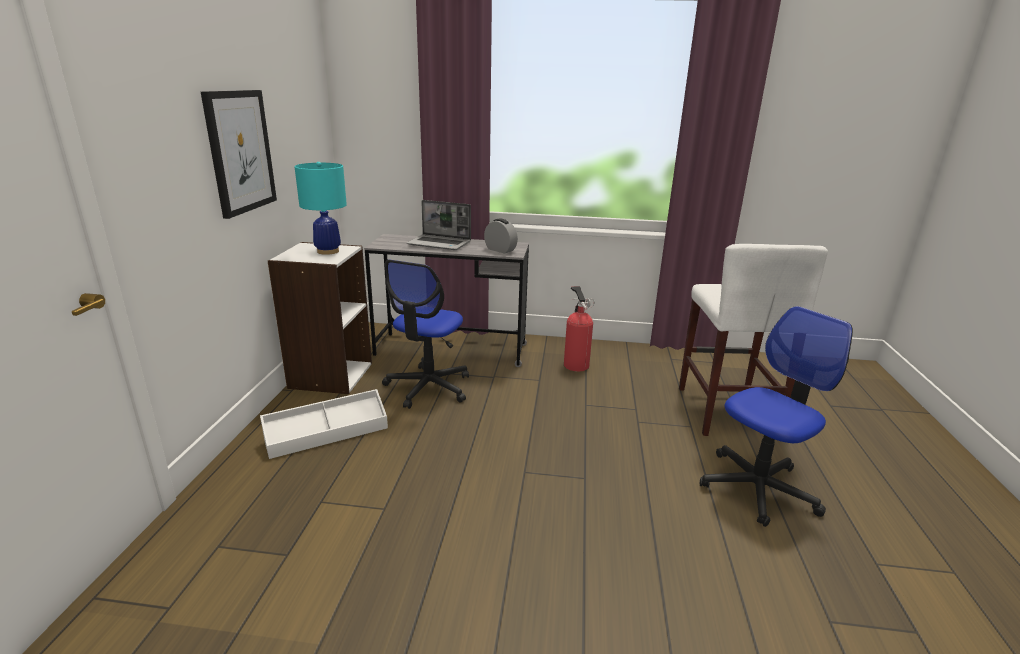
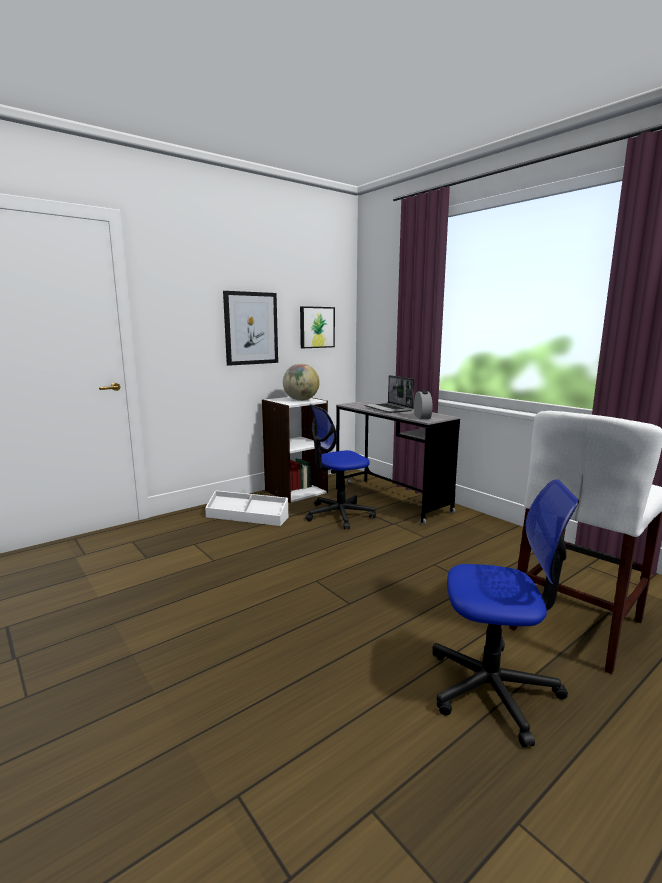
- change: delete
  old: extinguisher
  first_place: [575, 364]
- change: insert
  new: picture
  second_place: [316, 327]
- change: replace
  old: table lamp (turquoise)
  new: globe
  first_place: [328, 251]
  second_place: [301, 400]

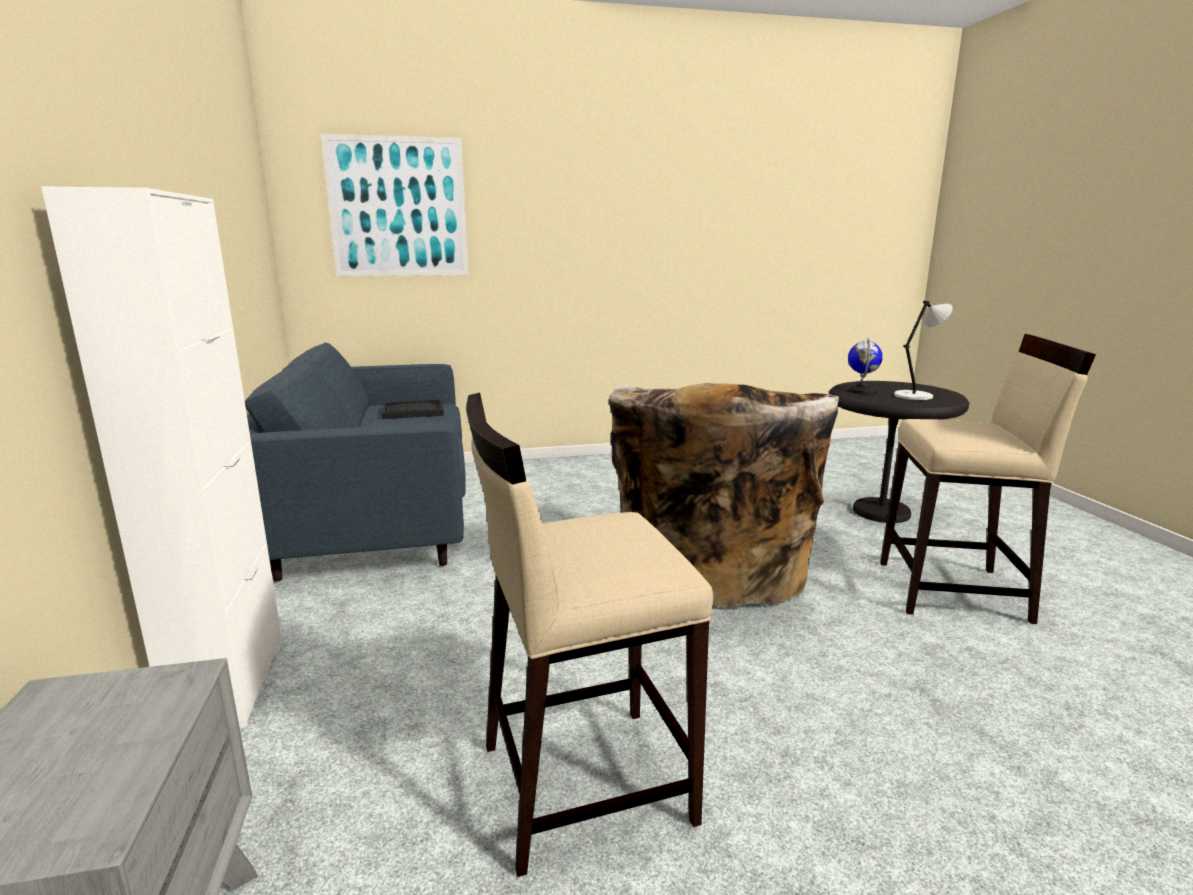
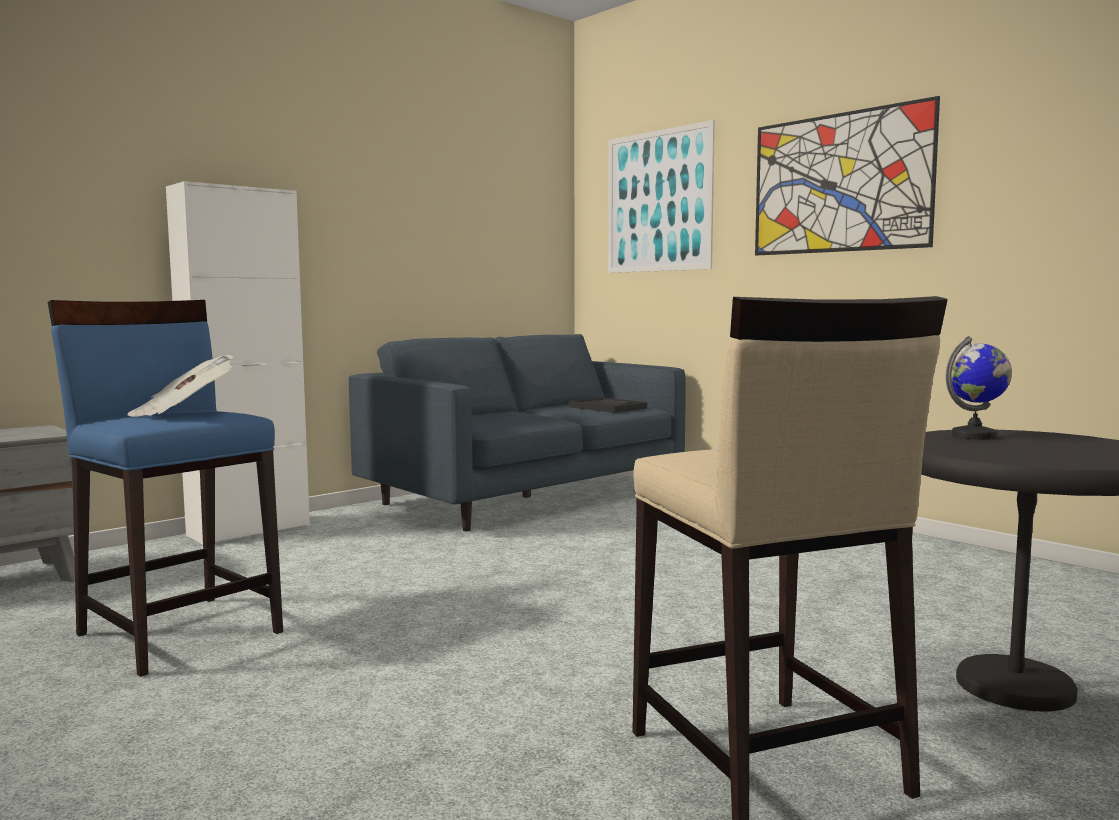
- change: delete
  old: easy chair (beige)
  first_place: [709, 577]
- change: delete
  old: table lamp (greyish)
  first_place: [915, 396]
- change: insert
  new: newspaper
  second_place: [183, 413]
- change: insert
  new: picture
  second_place: [839, 183]
- change: recolor
  old: sitting stool (beige)
  new: sitting stool (bluish)
  first_place: [582, 782]
  second_place: [180, 632]

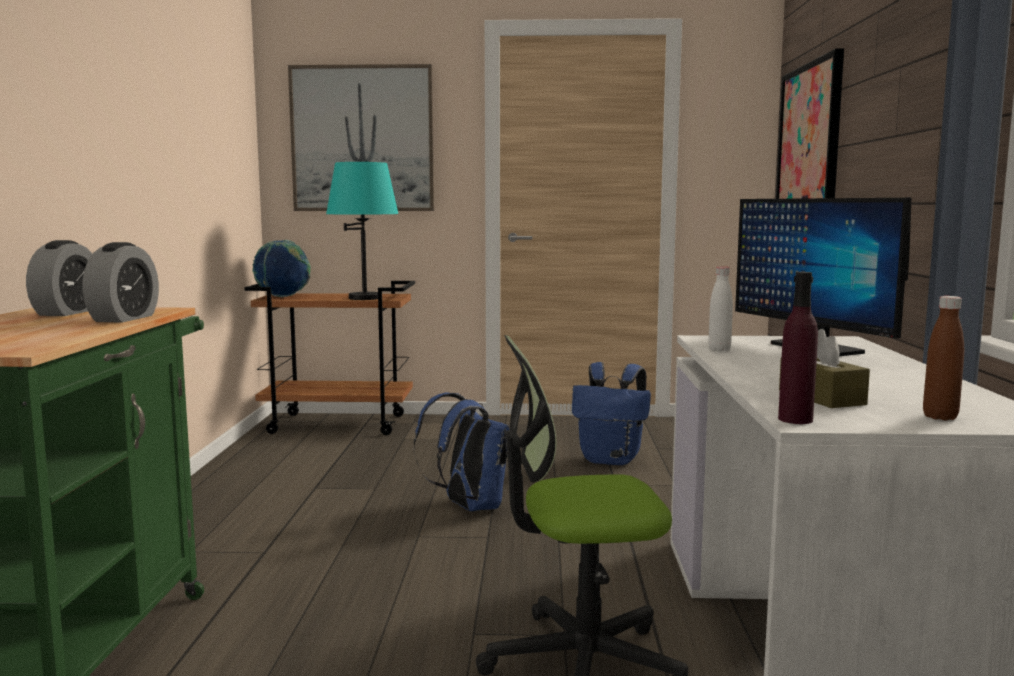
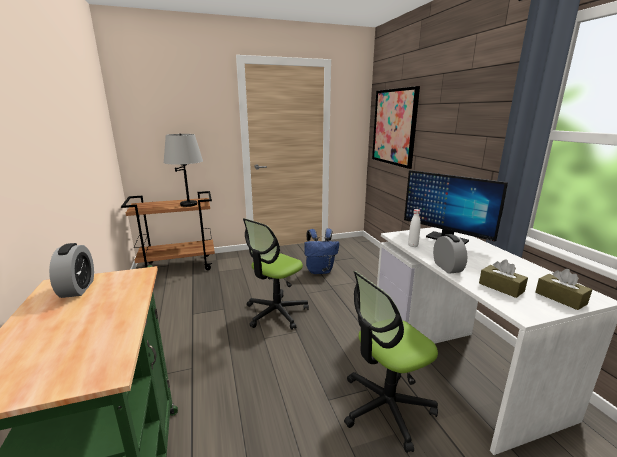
- change: delete
  old: globe
  first_place: [283, 297]
- change: delete
  old: picture
  first_place: [362, 139]
- change: delete
  old: drink bottle (purple-coloured)
  first_place: [795, 419]
- change: move
  old: alarm clock
  first_place: [124, 318]
  second_place: [447, 267]
- change: replace
  old: knapsack (bluish)
  new: desk chair
  first_place: [468, 506]
  second_place: [276, 312]
- change: replace
  old: drink bottle (brownish)
  new: tissue box (brownish)
  first_place: [940, 417]
  second_place: [560, 298]
- change: recolor
  old: table lamp (turquoise)
  new: table lamp (greyish)
  first_place: [365, 298]
  second_place: [188, 204]

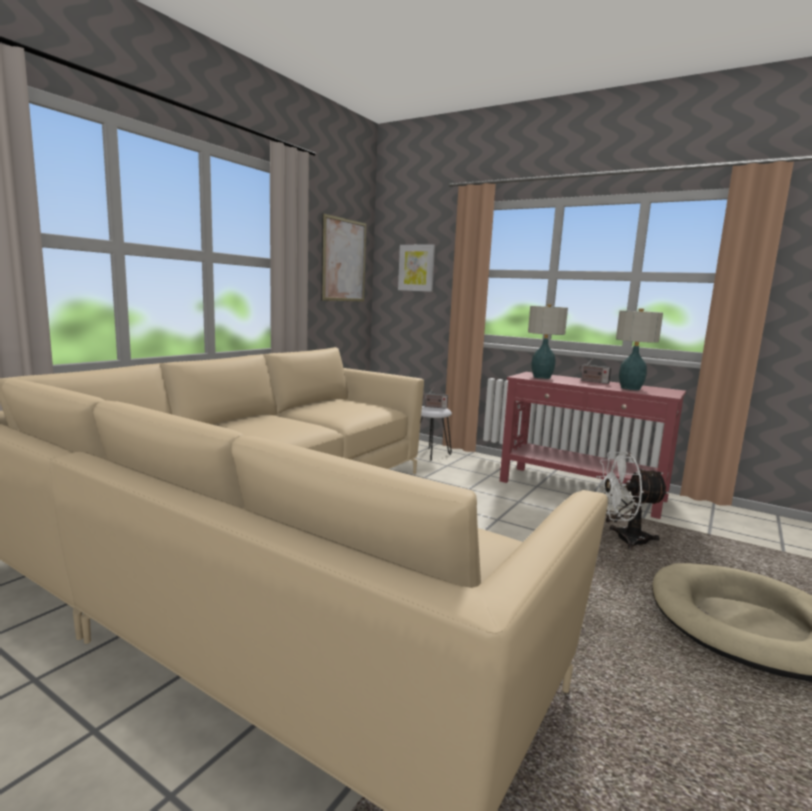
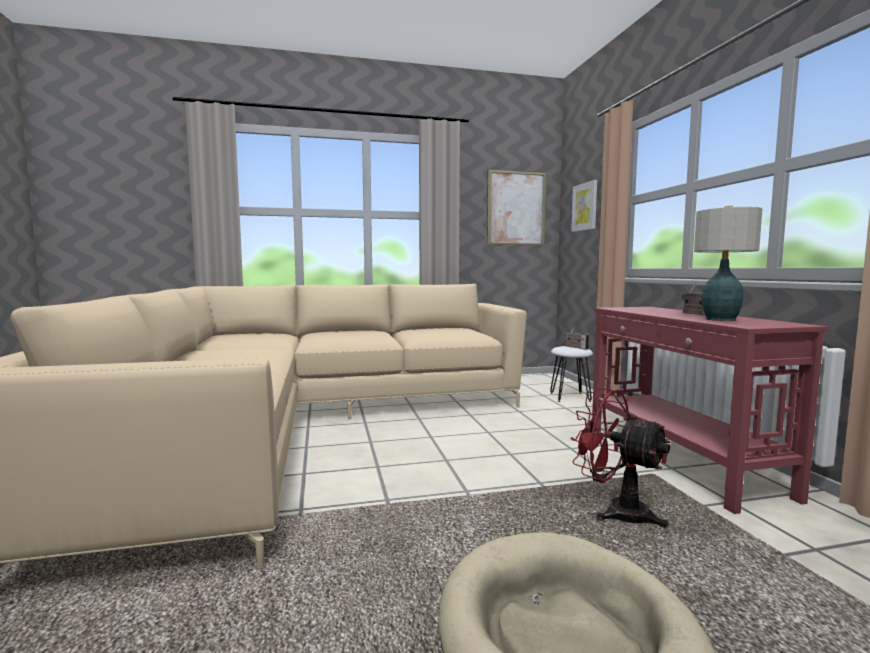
- change: delete
  old: table lamp
  first_place: [542, 377]
- change: recolor
  old: fan (whitish)
  new: fan (red)
  first_place: [623, 539]
  second_place: [616, 511]

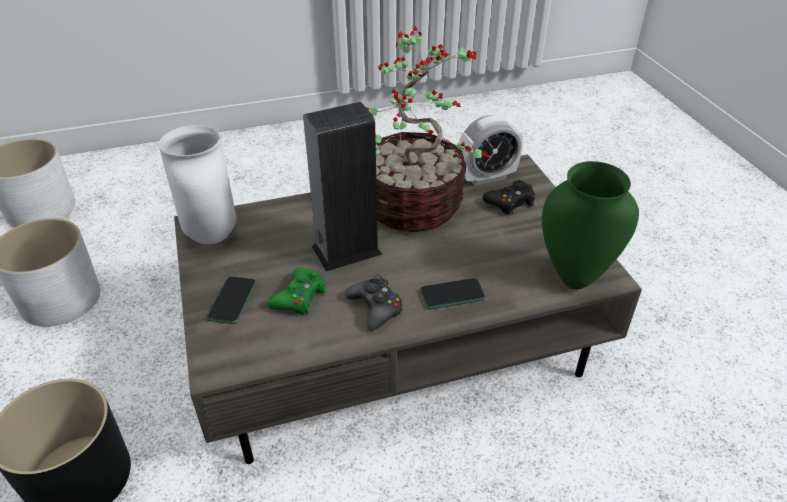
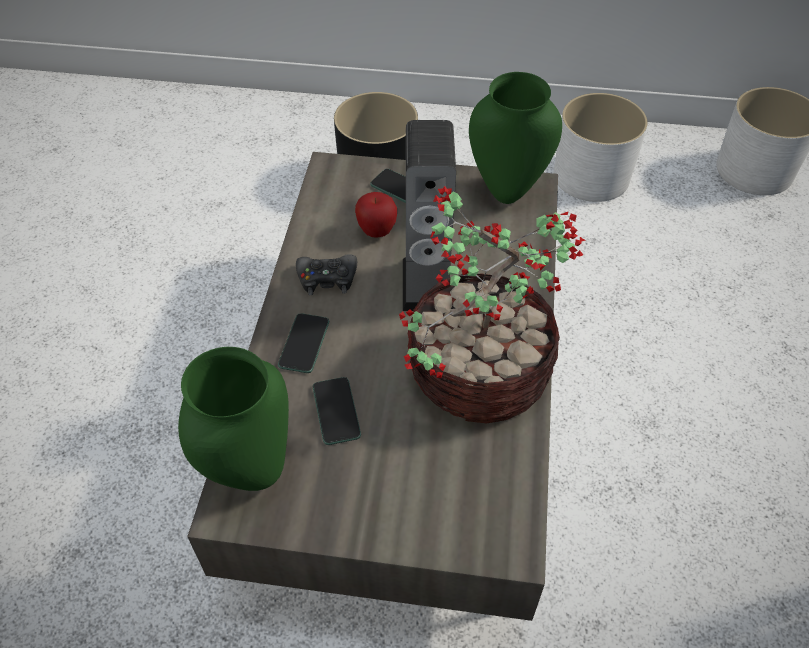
- change: delete
  old: alarm clock
  first_place: [486, 177]
- change: delete
  old: gamepad (black)
  first_place: [510, 202]
- change: insert
  new: phone
  second_place: [336, 411]
- change: replace
  old: gamepad (greenish)
  new: whole apple
  first_place: [299, 297]
  second_place: [376, 231]
- change: recolor
  old: flower vase (whitish)
  new: flower vase (greenish)
  first_place: [213, 236]
  second_place: [506, 193]

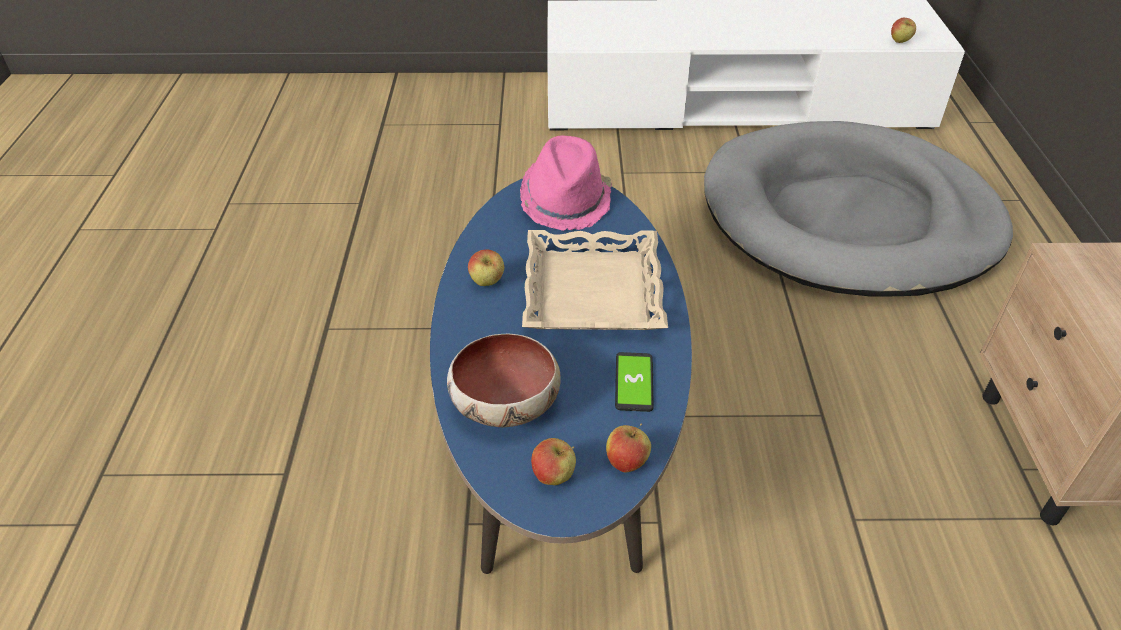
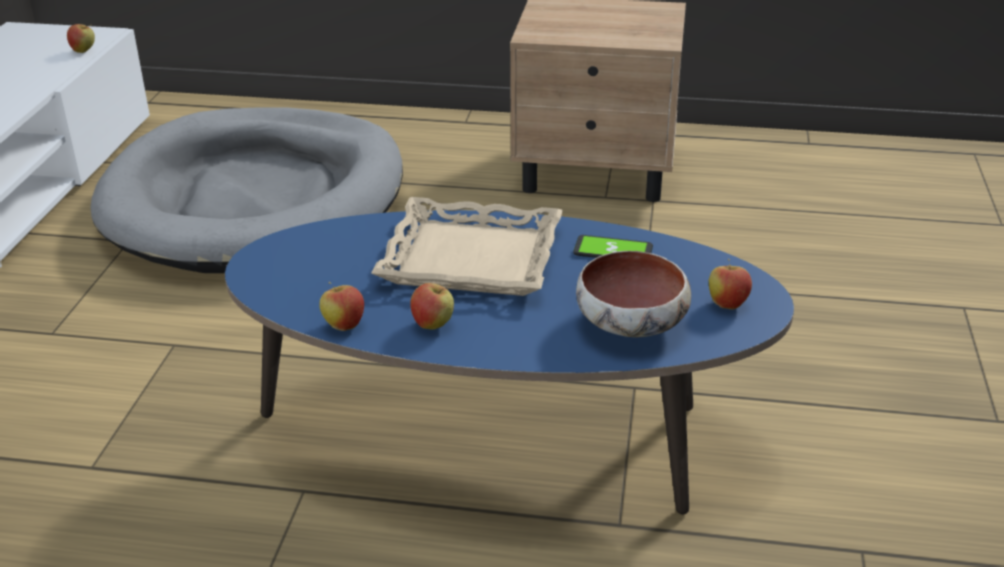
- change: delete
  old: wearable hat (pinkish)
  first_place: [566, 201]
- change: move
  old: whole apple
  first_place: [627, 463]
  second_place: [343, 325]

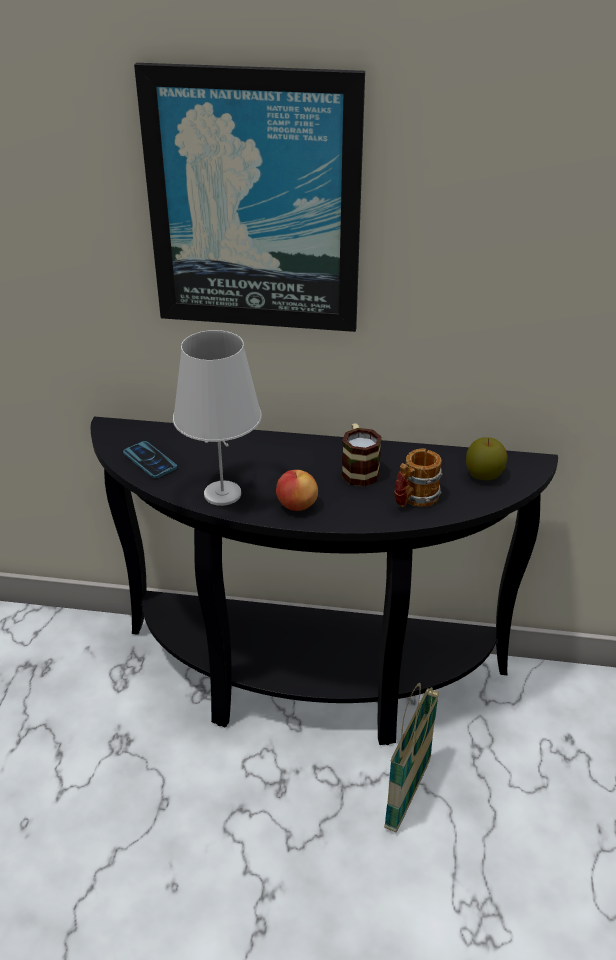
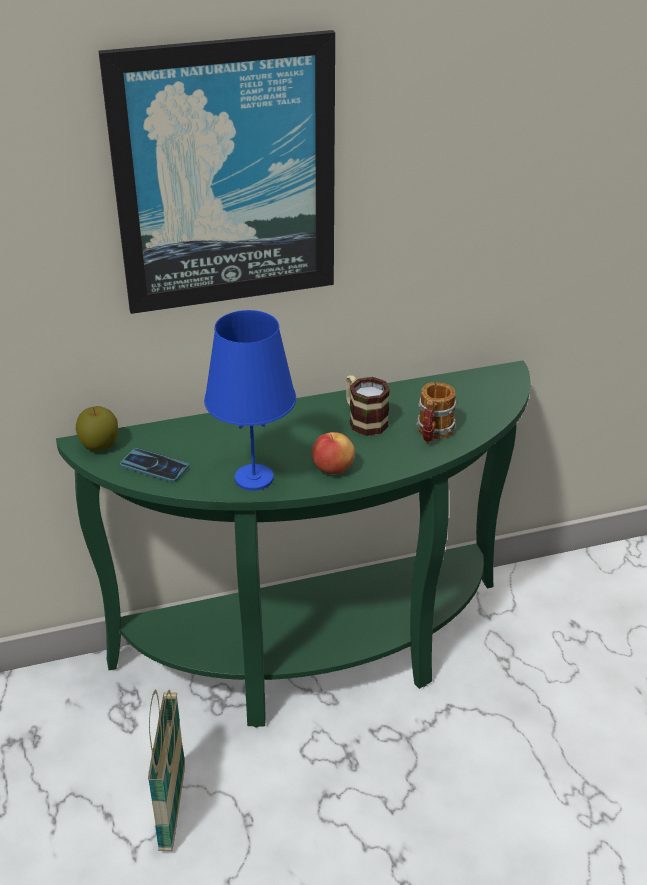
- change: move
  old: basket
  first_place: [408, 794]
  second_place: [172, 808]
- change: move
  old: whole apple
  first_place: [483, 475]
  second_place: [99, 445]
- change: recolor
  old: console table (black)
  new: console table (greenish)
  first_place: [309, 684]
  second_place: [320, 657]
- change: recolor
  old: table lamp (whitish)
  new: table lamp (bluish)
  first_place: [223, 493]
  second_place: [254, 477]

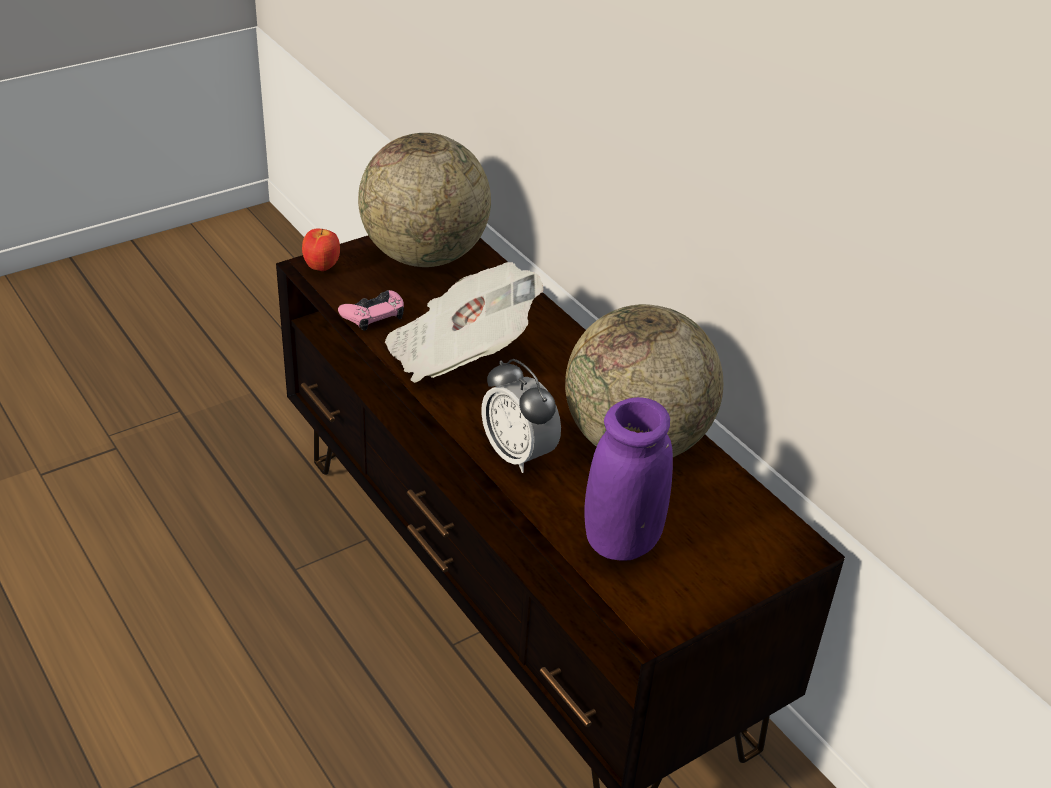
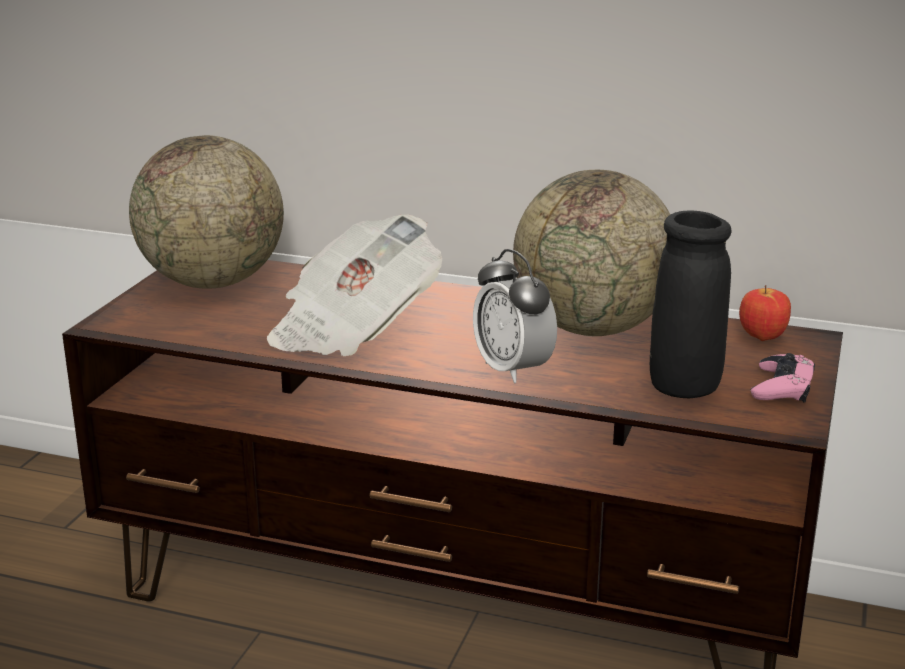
- change: move
  old: whole apple
  first_place: [321, 267]
  second_place: [761, 338]
- change: move
  old: gamepad (pinkish)
  first_place: [373, 314]
  second_place: [782, 387]
- change: recolor
  old: flower vase (purple-coloured)
  new: flower vase (black)
  first_place: [622, 541]
  second_place: [684, 386]
- change: rotate
  old: alarm clock
  first_place: [518, 454]
  second_place: [513, 370]
  degrees: 45

